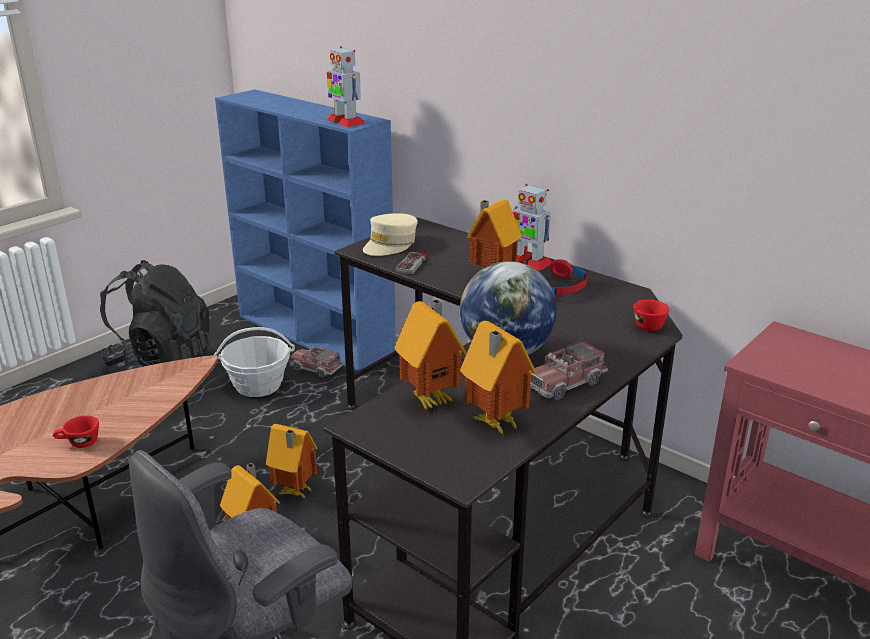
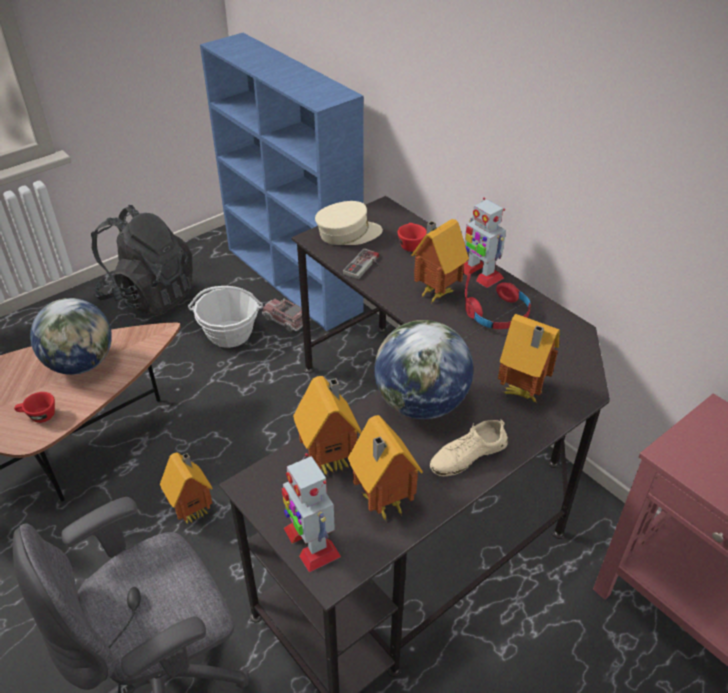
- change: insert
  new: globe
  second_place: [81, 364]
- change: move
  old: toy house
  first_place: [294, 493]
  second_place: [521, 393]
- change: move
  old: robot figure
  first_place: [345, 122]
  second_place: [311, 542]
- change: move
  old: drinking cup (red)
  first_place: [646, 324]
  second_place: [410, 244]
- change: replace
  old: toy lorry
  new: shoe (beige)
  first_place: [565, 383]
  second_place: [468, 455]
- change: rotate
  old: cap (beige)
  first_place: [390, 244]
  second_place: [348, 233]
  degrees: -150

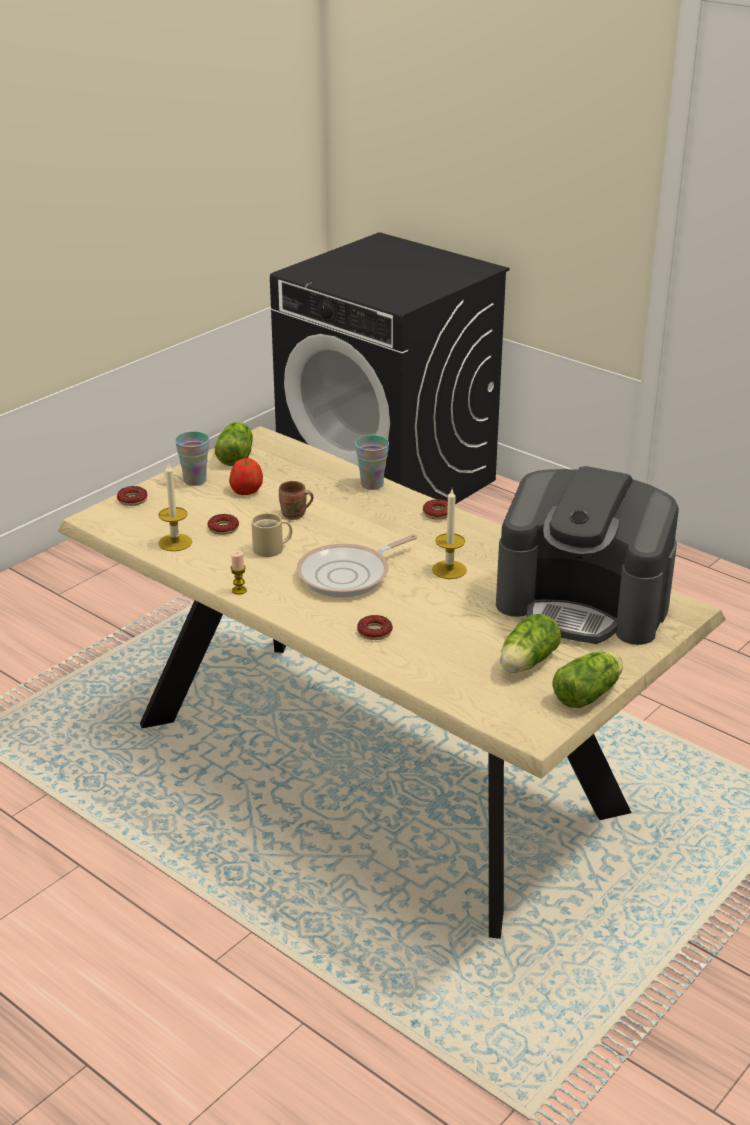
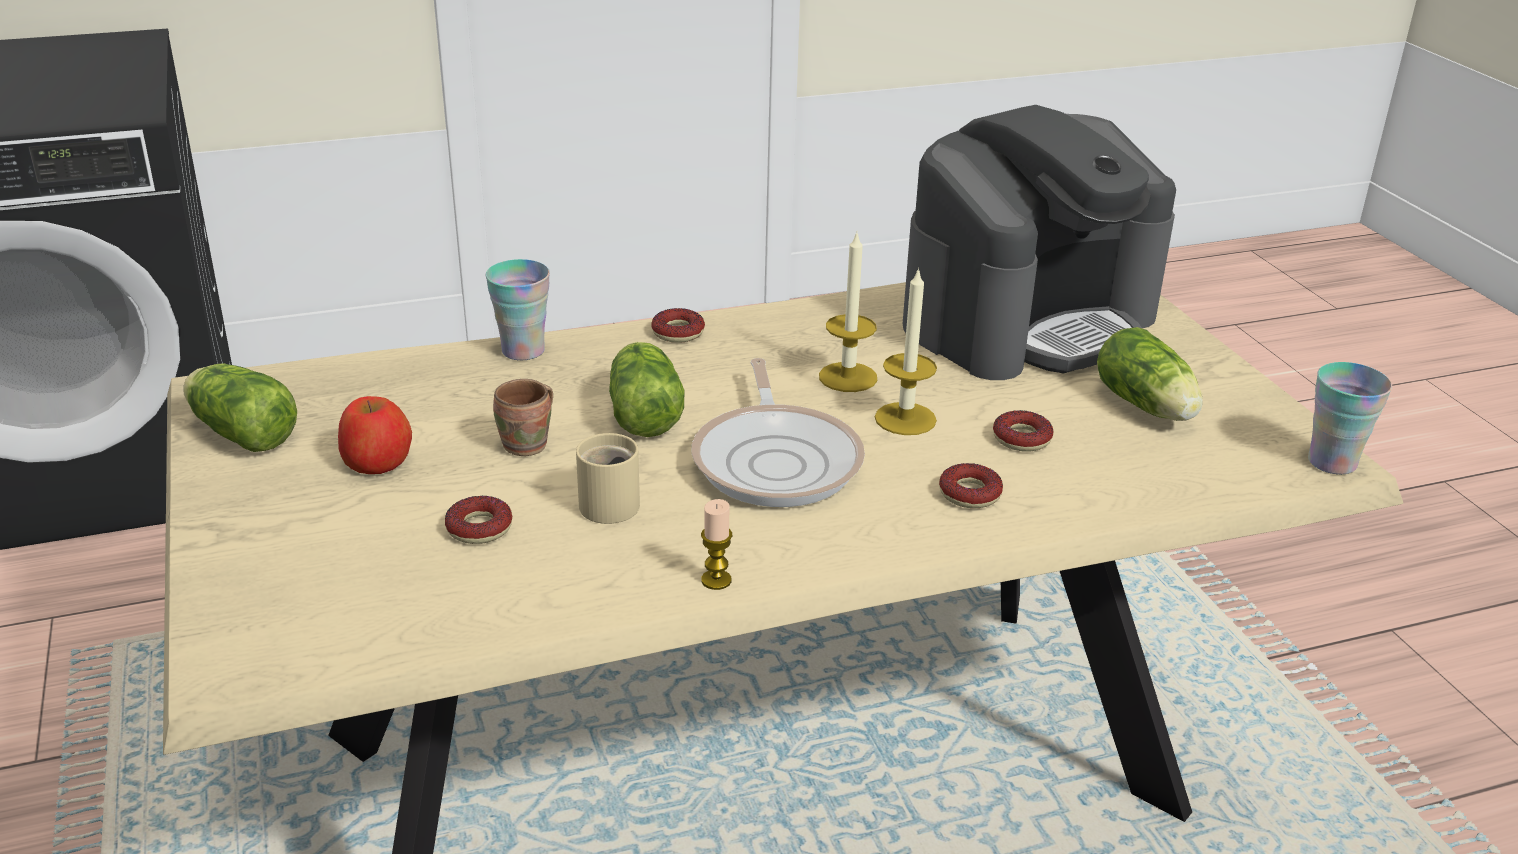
- change: move
  old: doughnut
  first_place: [132, 500]
  second_place: [1022, 438]
- change: move
  old: wax light
  first_place: [175, 542]
  second_place: [905, 419]
- change: move
  old: drinking cup
  first_place: [195, 480]
  second_place: [1332, 462]
- change: move
  old: head of lettuce
  first_place: [589, 693]
  second_place: [644, 412]

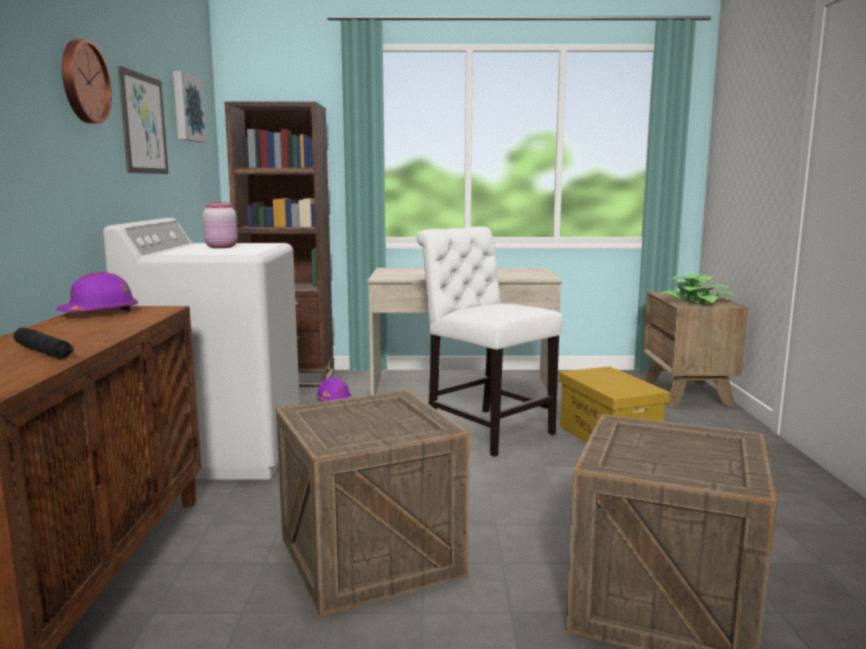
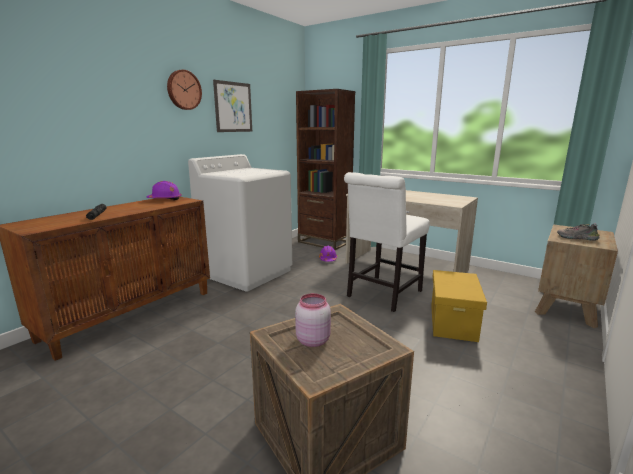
- change: delete
  old: picture
  first_place: [187, 108]
- change: delete
  old: crate
  first_place: [370, 556]
- change: move
  old: preserve jar (pinkish)
  first_place: [220, 247]
  second_place: [312, 340]
- change: replace
  old: houseplant
  new: shoe
  first_place: [696, 301]
  second_place: [577, 238]
- change: rotate
  old: plain chair (whitish)
  first_place: [485, 430]
  second_place: [382, 295]
  degrees: -135

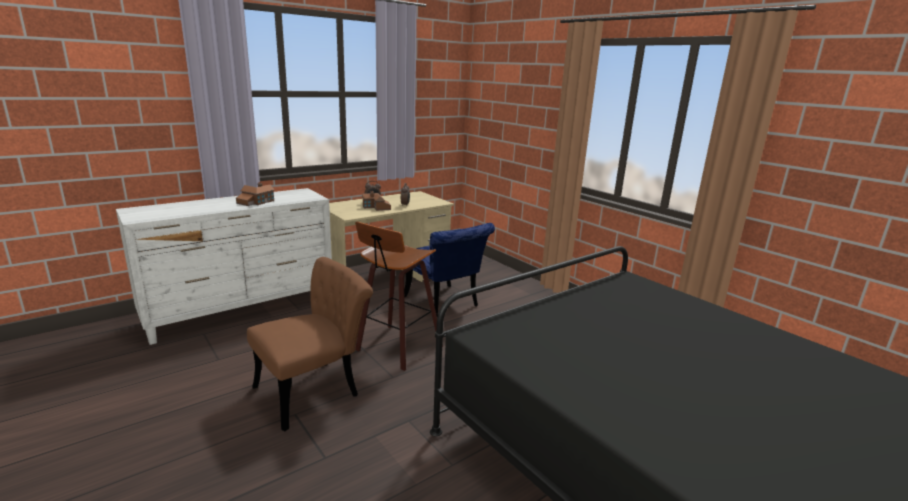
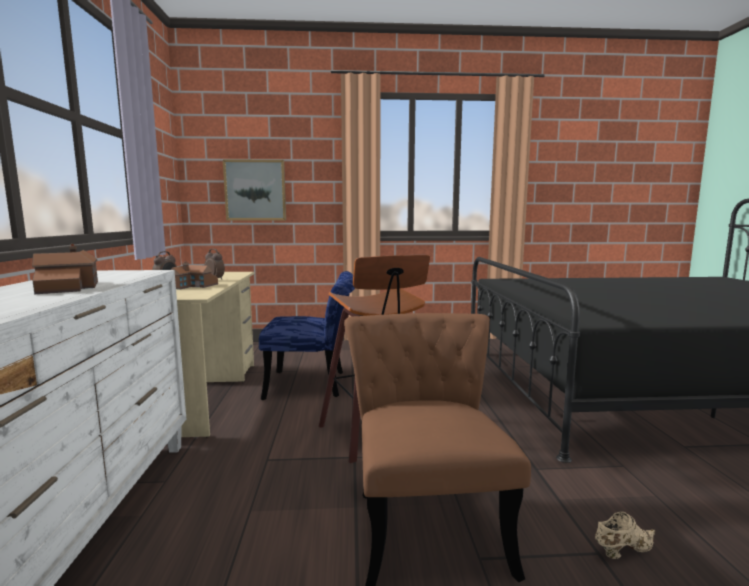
- change: insert
  new: picture
  second_place: [255, 190]
- change: insert
  new: shoe (beige)
  second_place: [622, 549]

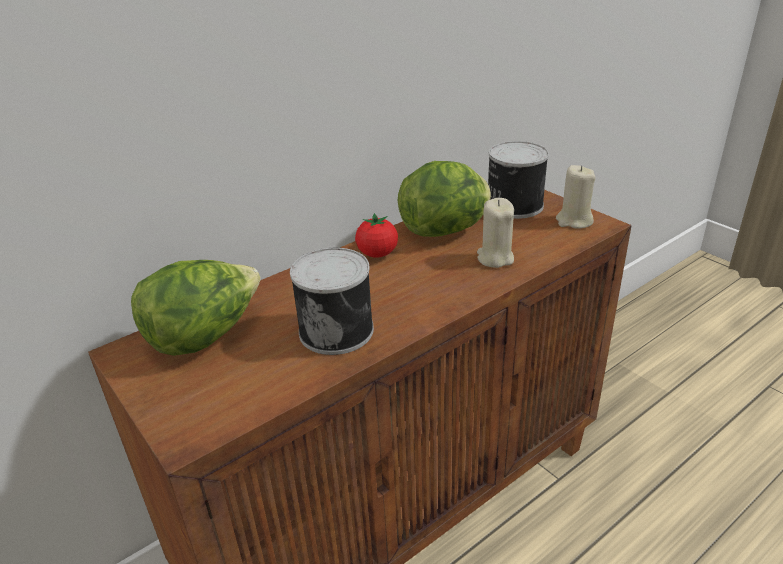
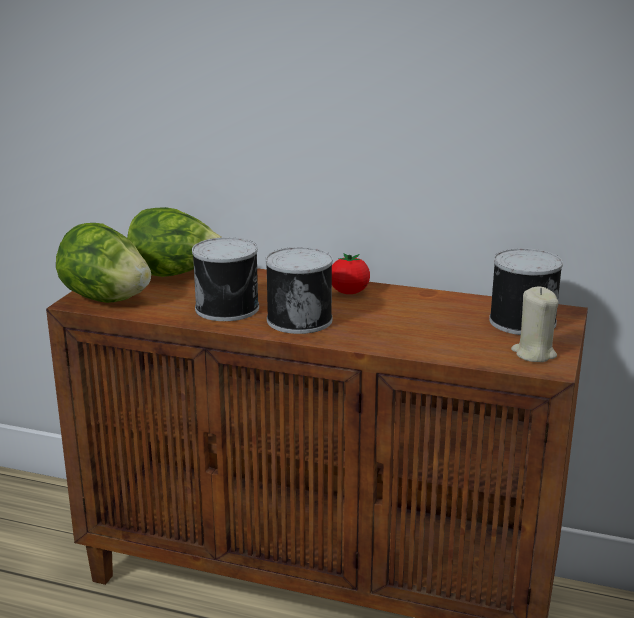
- change: delete
  old: wax light (beige)
  first_place: [495, 258]
- change: insert
  new: sealed can
  second_place: [299, 319]
- change: move
  old: head of lettuce
  first_place: [446, 230]
  second_place: [105, 299]

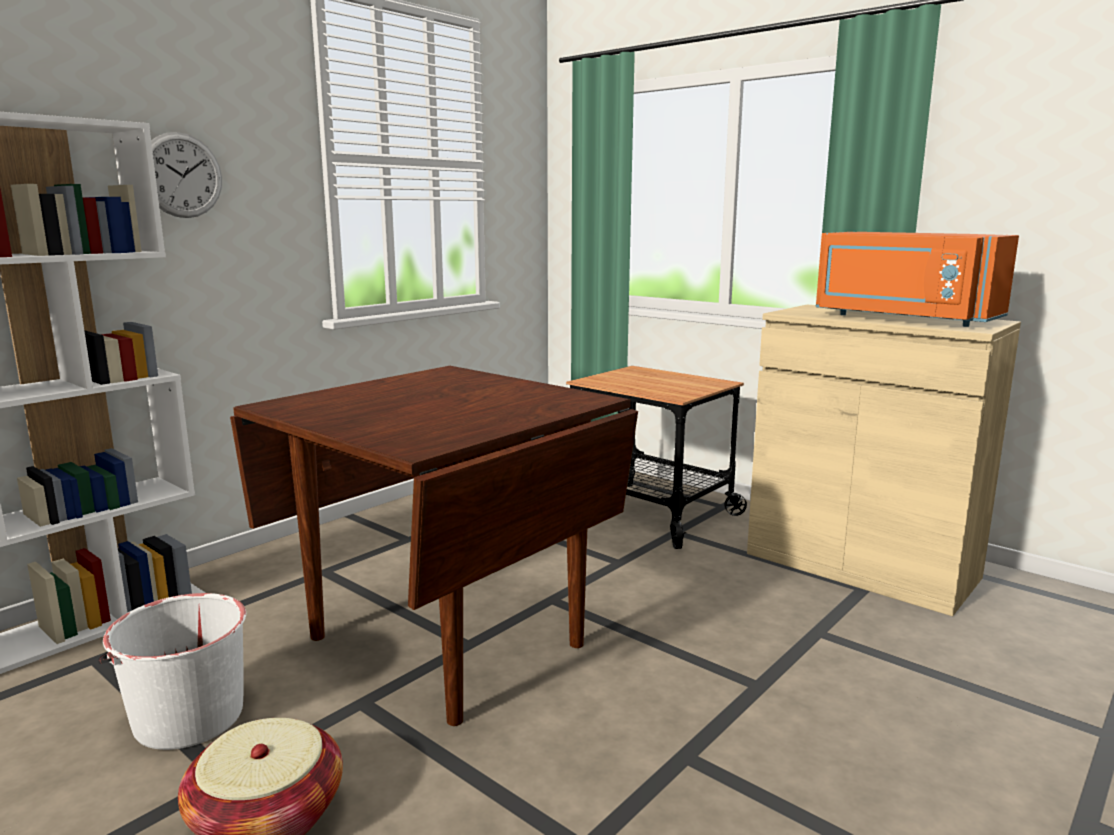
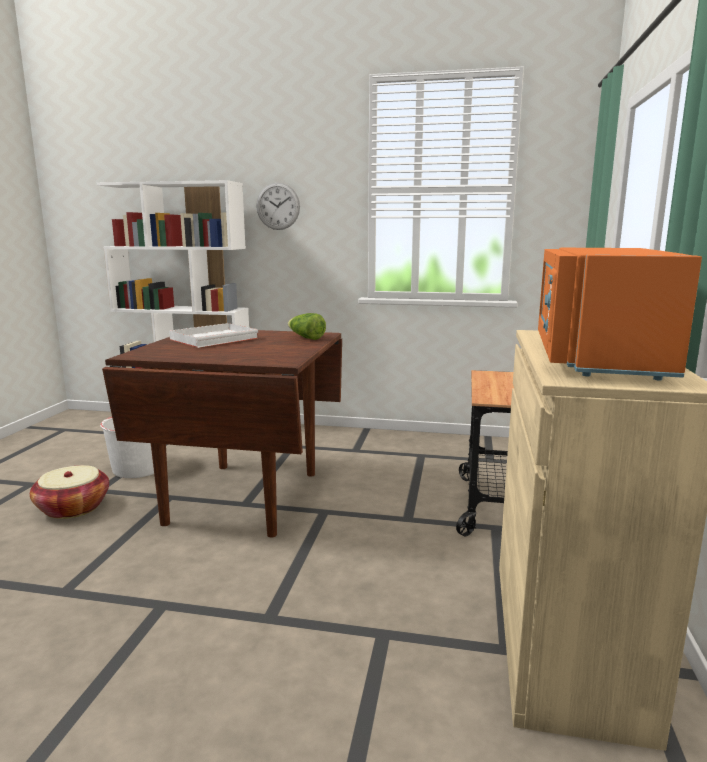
- change: insert
  new: tray (whitish)
  second_place: [215, 339]
- change: insert
  new: head of lettuce
  second_place: [306, 338]

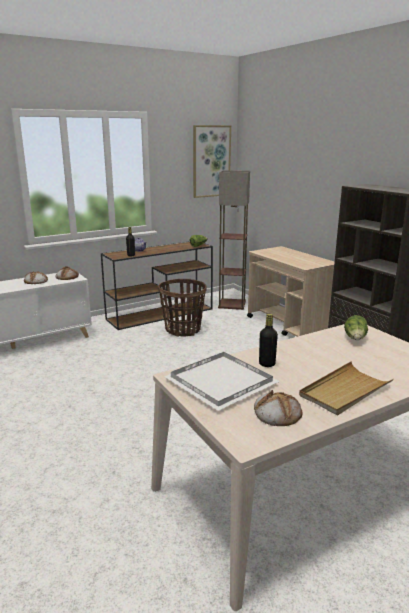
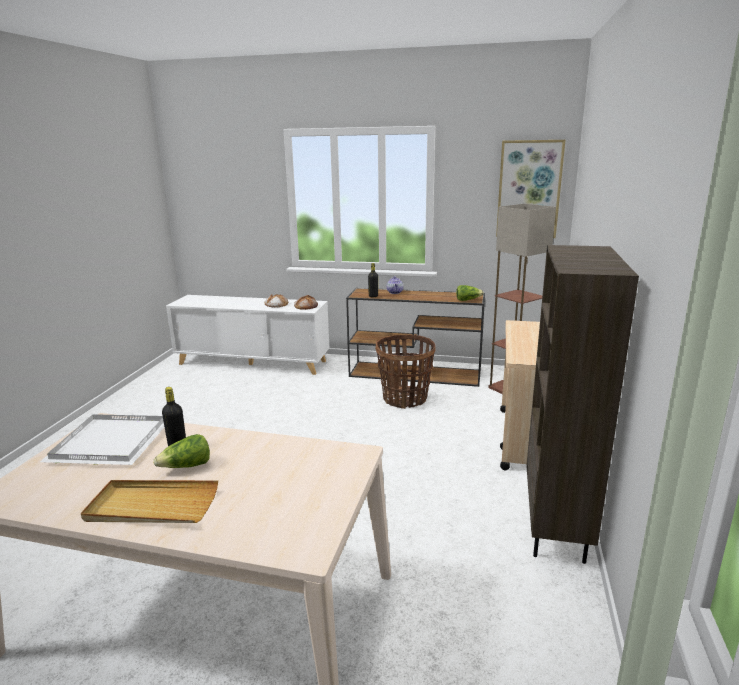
- change: delete
  old: bakery bread
  first_place: [276, 412]
- change: move
  old: head of lettuce
  first_place: [355, 339]
  second_place: [186, 466]

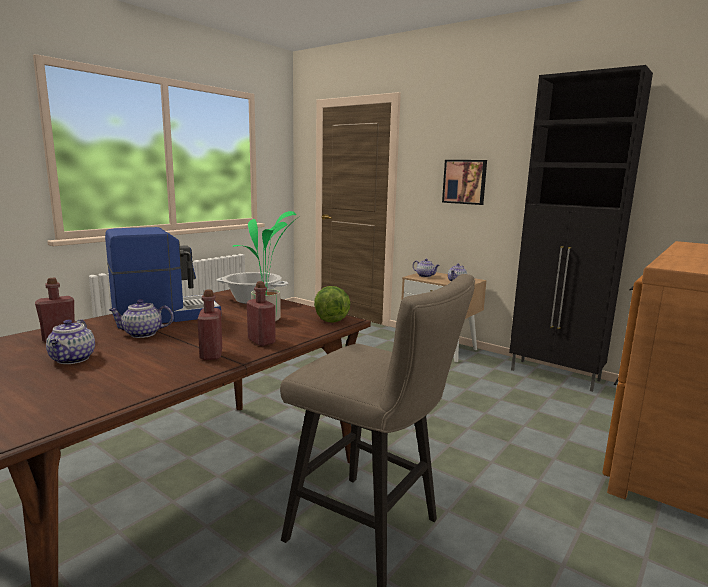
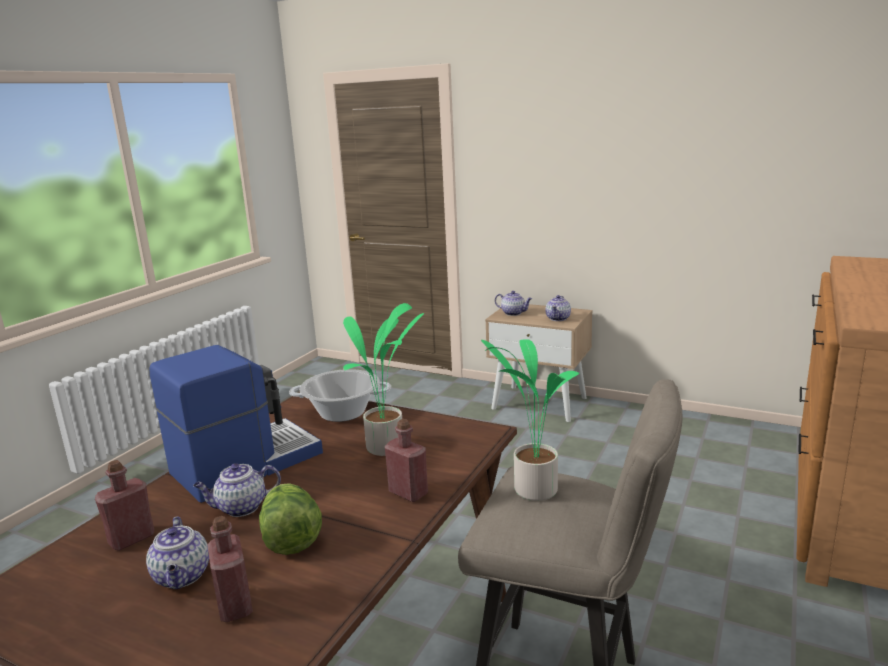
- change: delete
  old: picture
  first_place: [465, 182]
- change: delete
  old: storage cabinet (black)
  first_place: [555, 376]
- change: insert
  new: houseplant
  second_place: [533, 489]
- change: move
  old: drink bottle (red)
  first_place: [211, 354]
  second_place: [235, 606]
- change: move
  old: head of lettuce
  first_place: [330, 318]
  second_place: [291, 539]

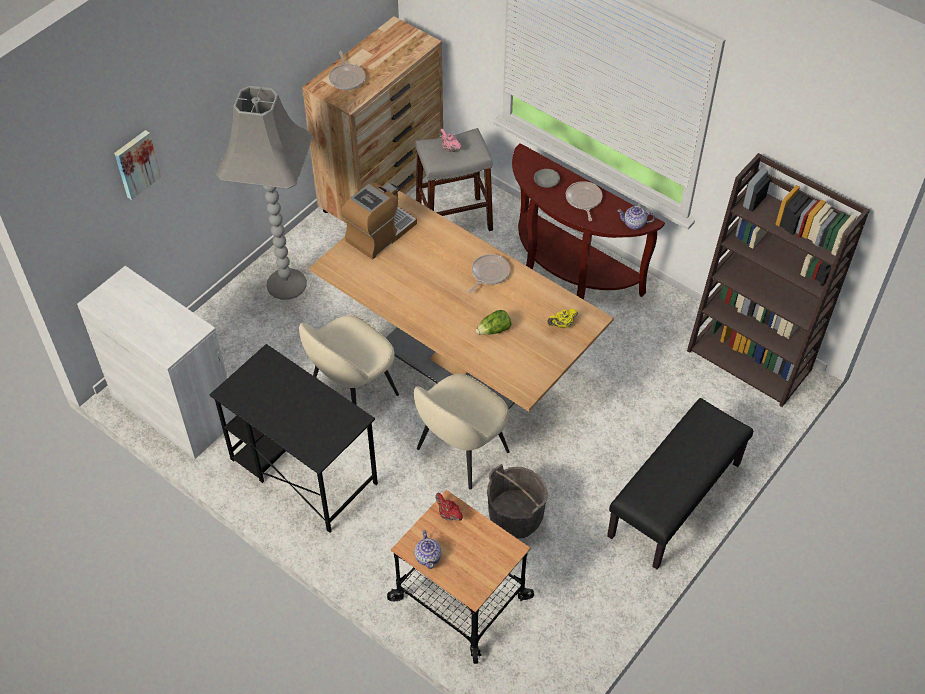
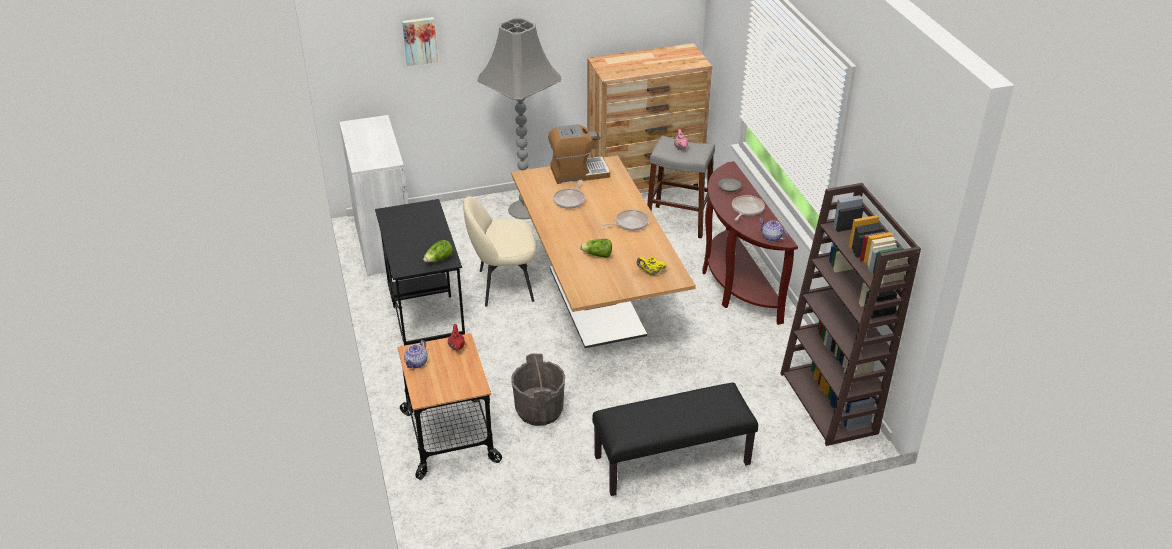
- change: delete
  old: plain chair (beige)
  first_place: [460, 451]
- change: insert
  new: head of lettuce
  second_place: [439, 259]
- change: move
  old: skillet
  first_place: [347, 78]
  second_place: [570, 200]

